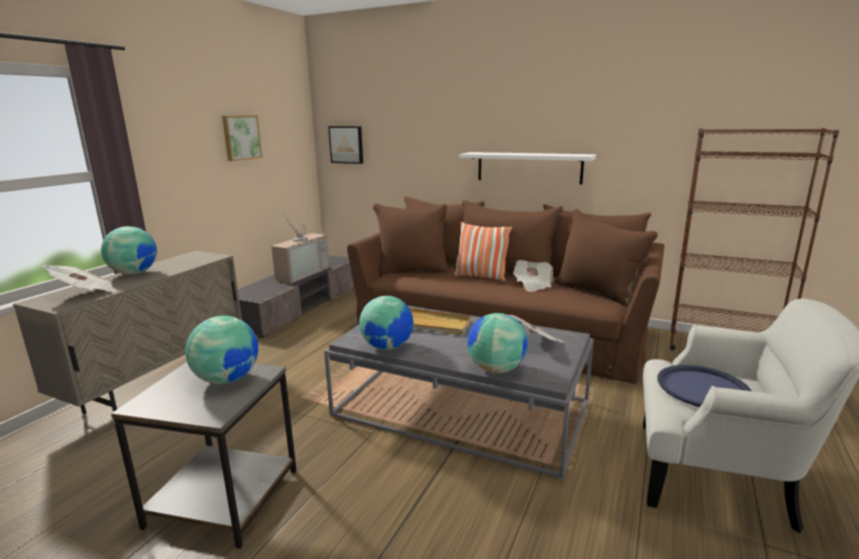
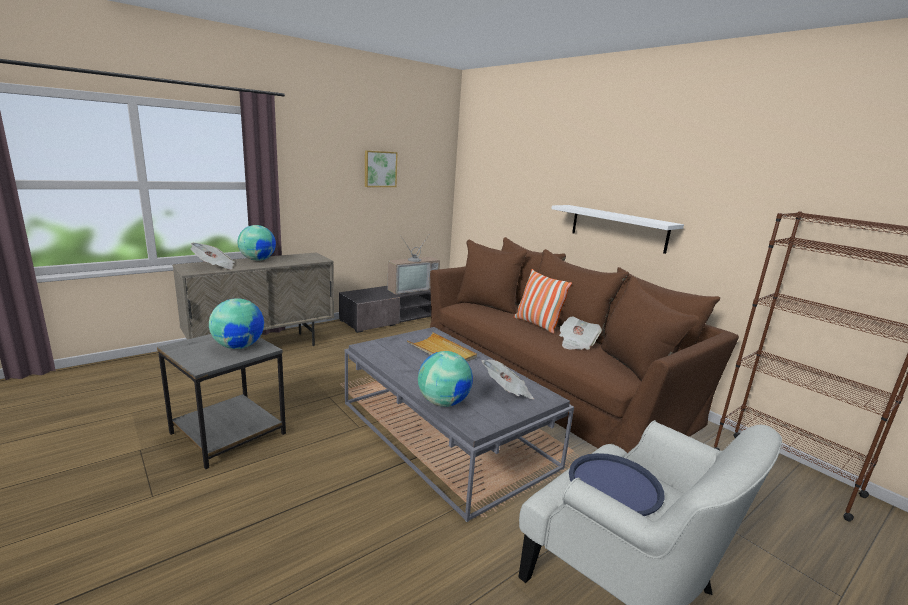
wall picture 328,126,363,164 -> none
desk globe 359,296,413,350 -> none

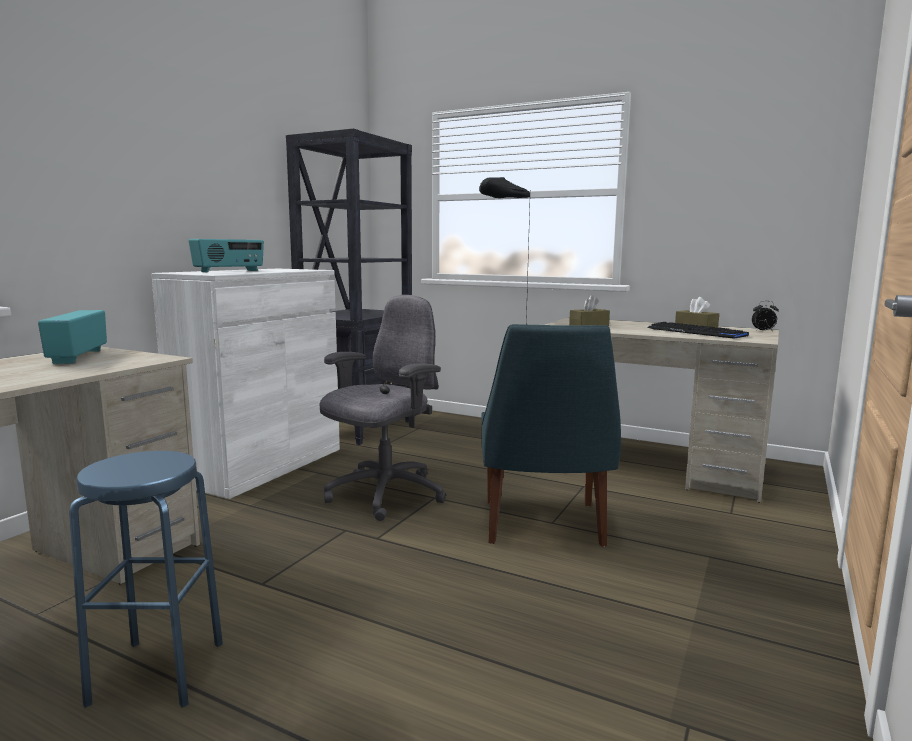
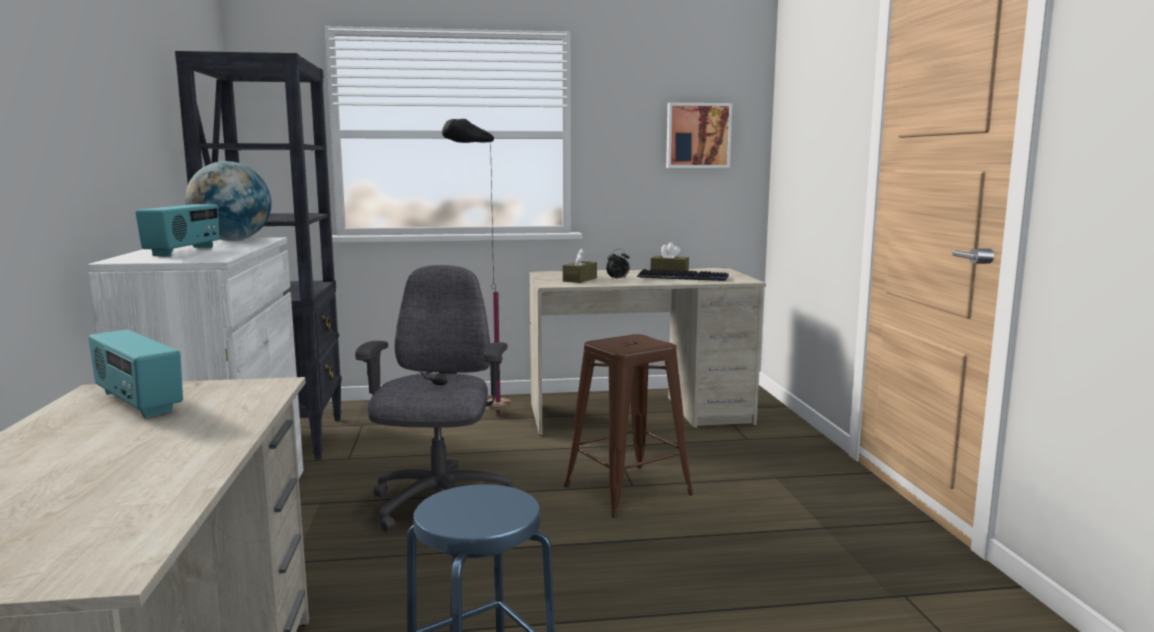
bluish upright chair 481,324,621,547 -> brown-coloured stool 564,334,694,518
alarm clock 752,301,779,332 -> alarm clock 606,249,630,279, relocated
none -> desk globe 185,161,271,241
none -> wall picture 666,103,732,168

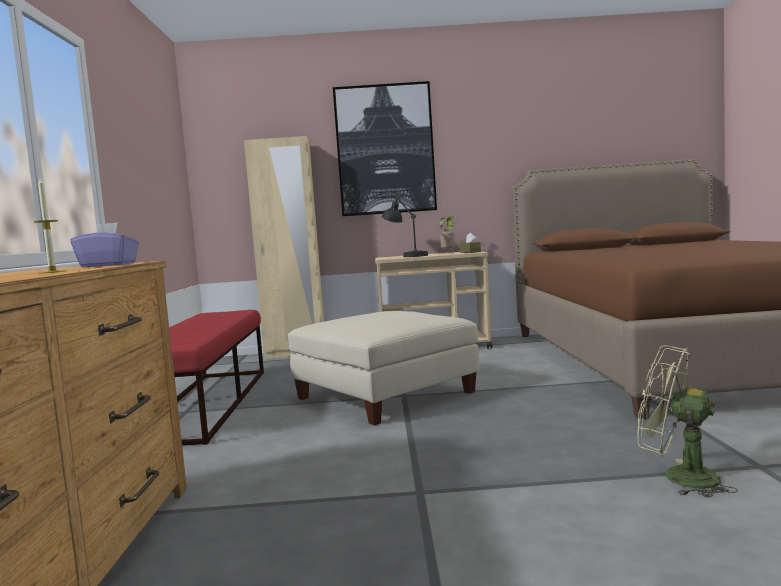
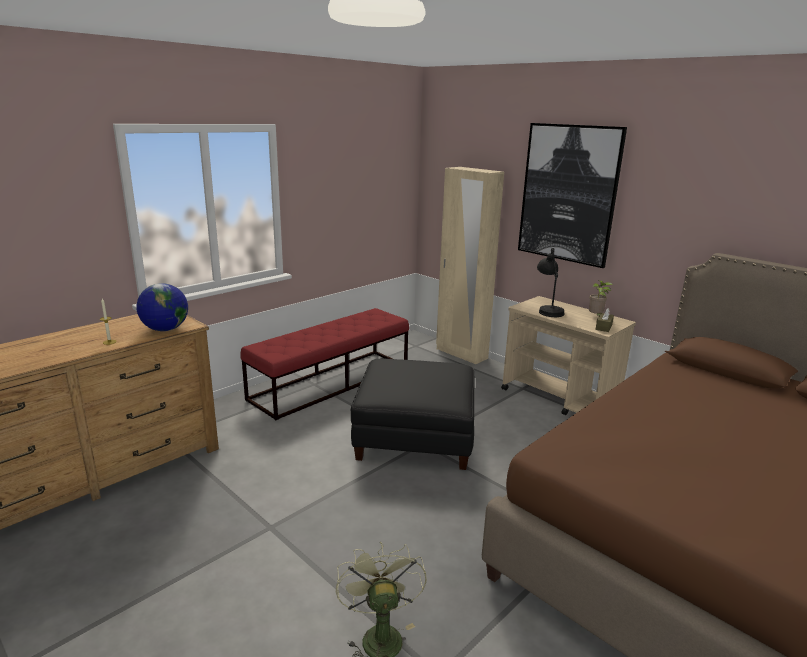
purple tissue holder 70,222,139,267 -> desk globe 136,283,188,331
beige-coloured ottoman 288,311,480,425 -> black ottoman 351,359,475,470

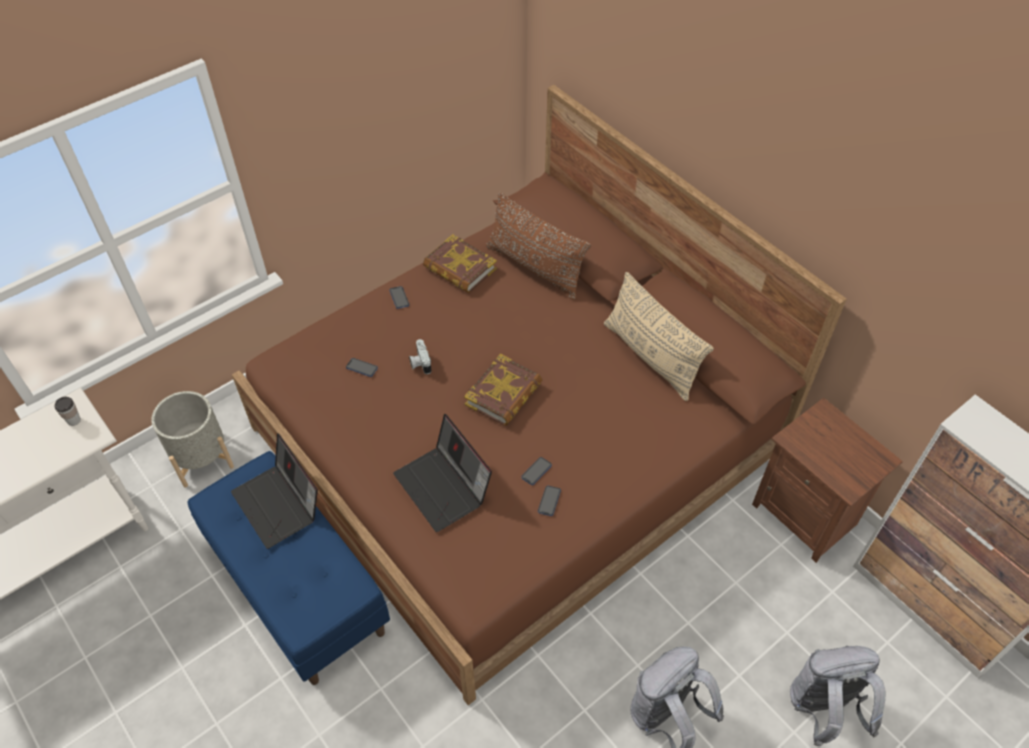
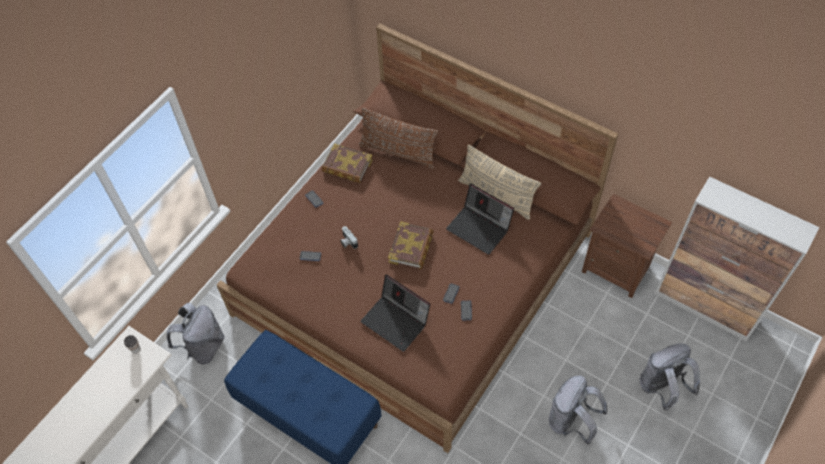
greyish planter 151,391,234,487 -> greyish backpack 167,303,225,365
notebook computer 231,433,318,549 -> notebook computer 446,183,514,255, relocated

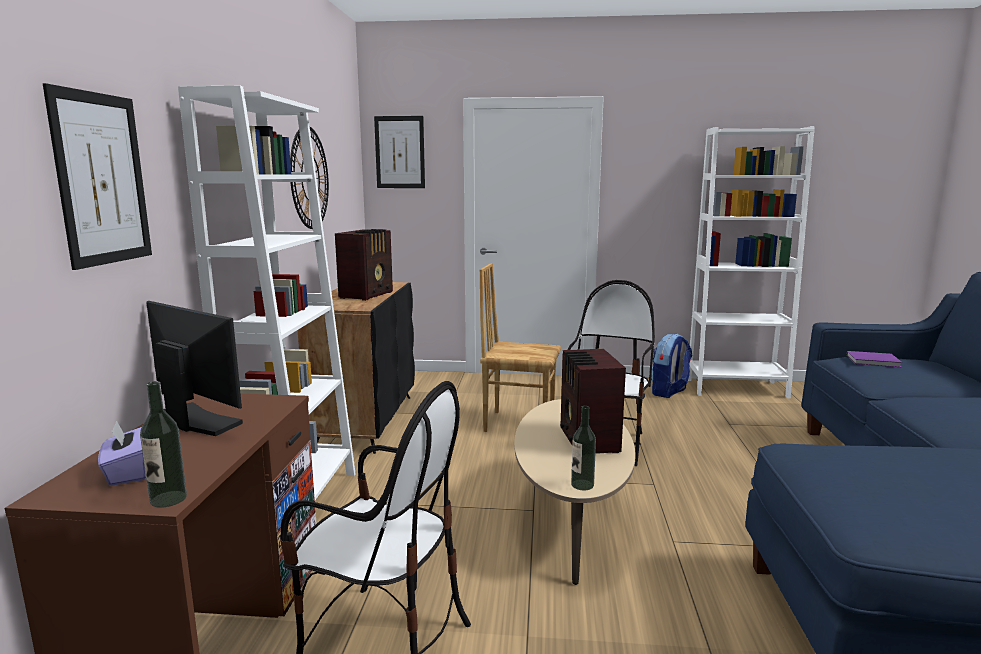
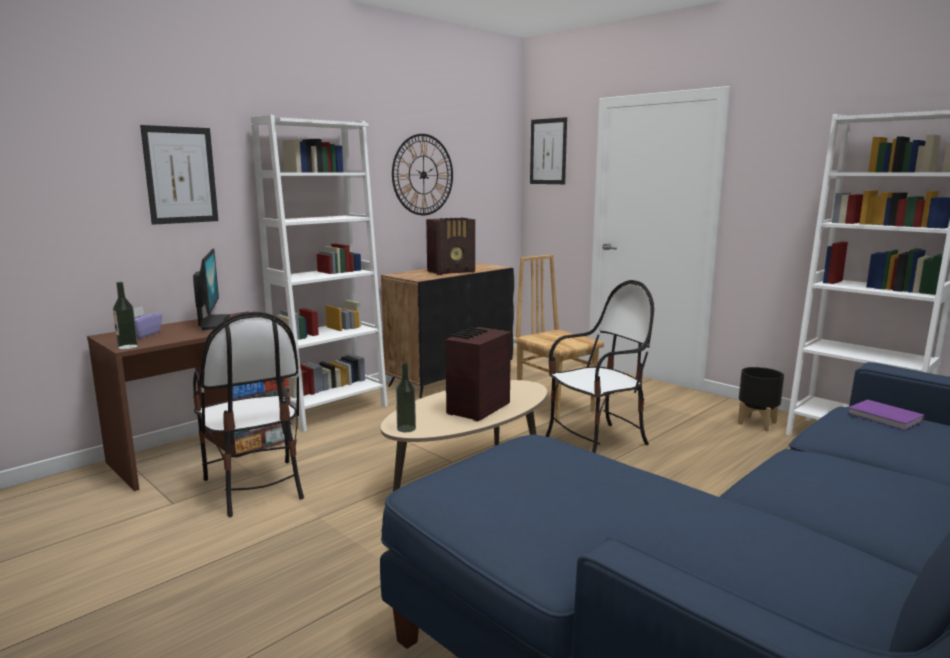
backpack 651,334,692,398 -> black planter 738,367,784,431

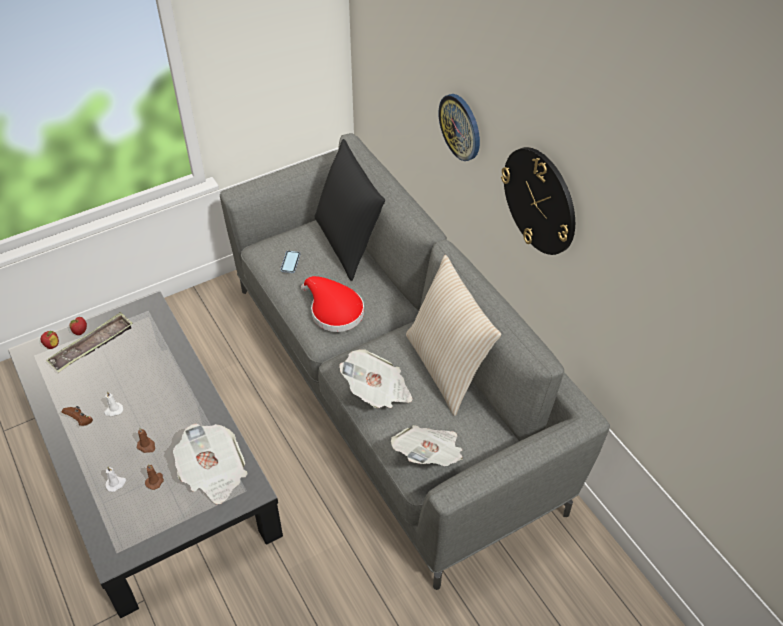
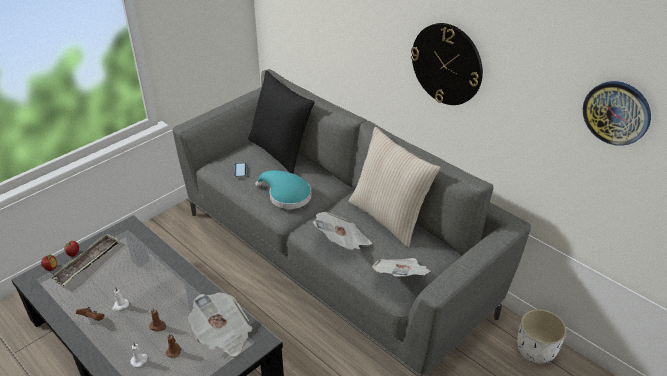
red hat 301,276,364,332 -> blue-green hat 255,170,311,209
clock on the wall 438,94,480,161 -> clock on the wall 583,81,651,146, relocated
none -> white-coloured planter 517,309,566,364

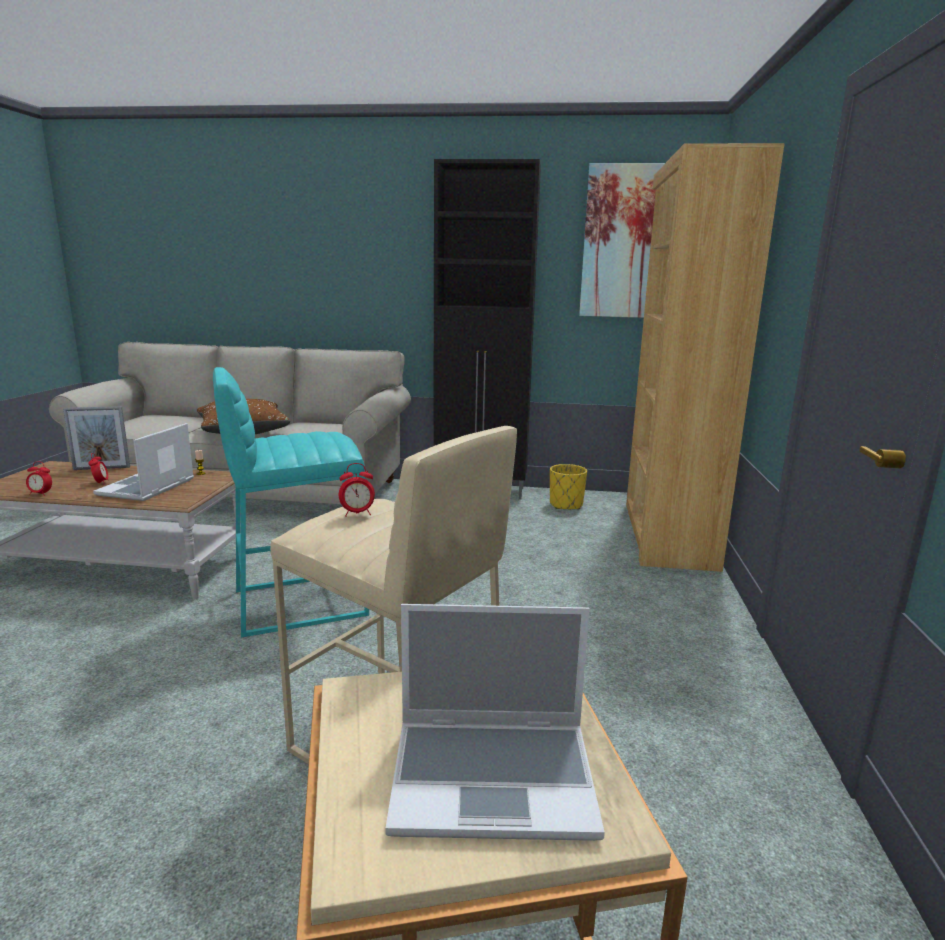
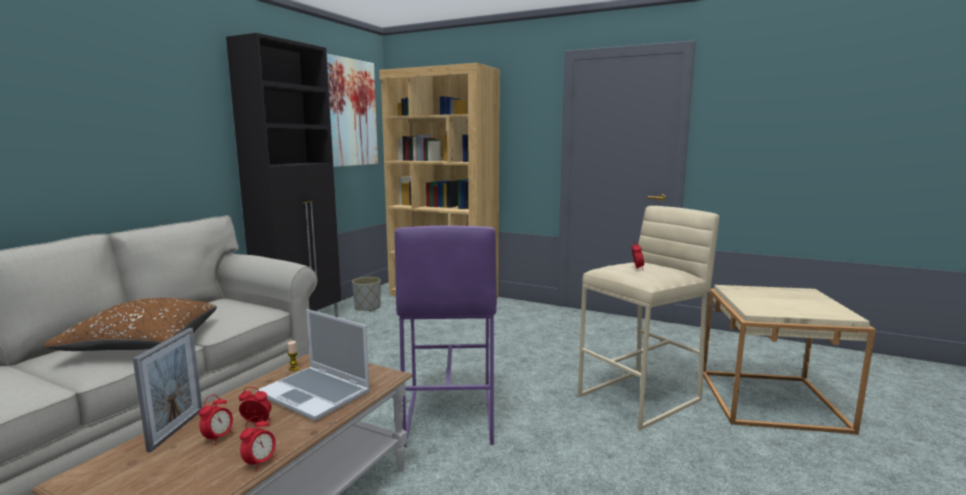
blue-green stool 213,367,369,638 -> purple stool 395,225,497,447
notebook computer 385,604,605,841 -> none
yellow planter 550,464,587,509 -> greyish planter 352,277,381,312
none -> alarm clock 199,395,233,445

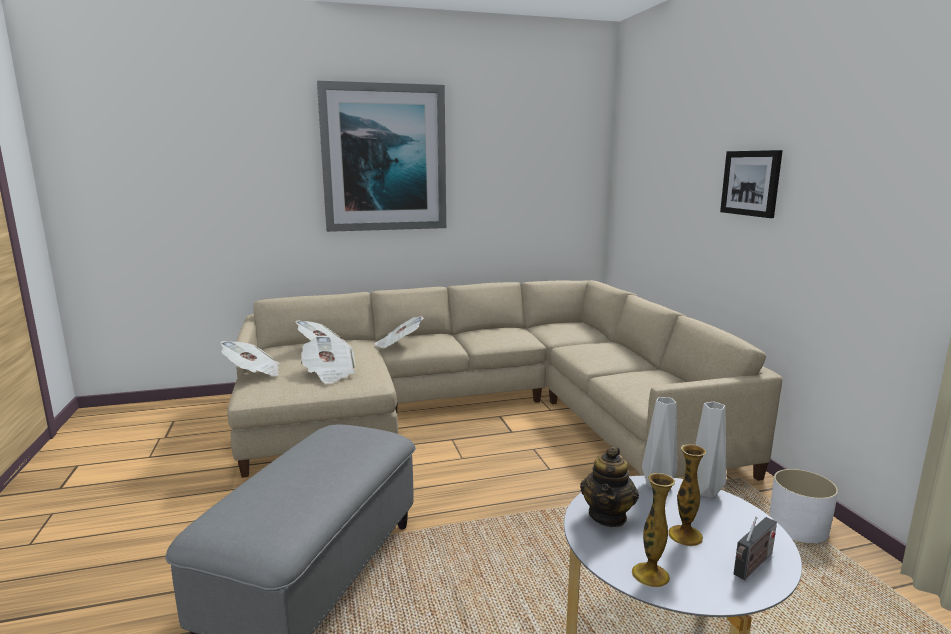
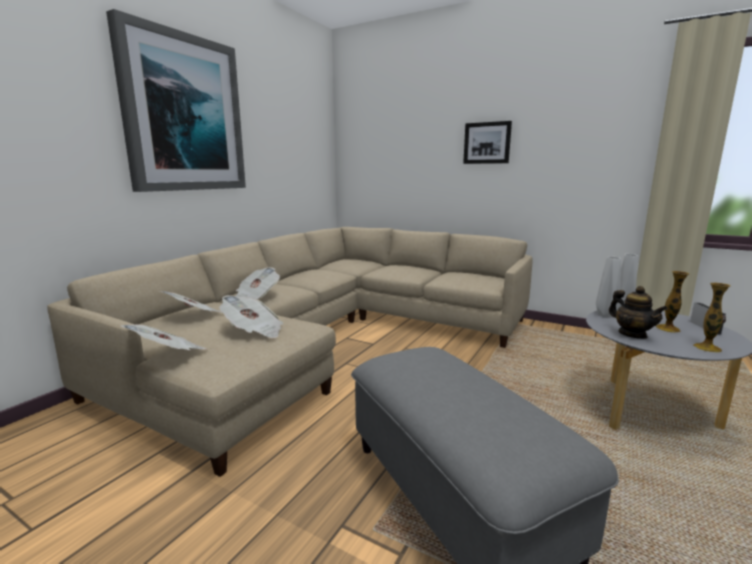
white-coloured planter 769,469,838,543 -> none

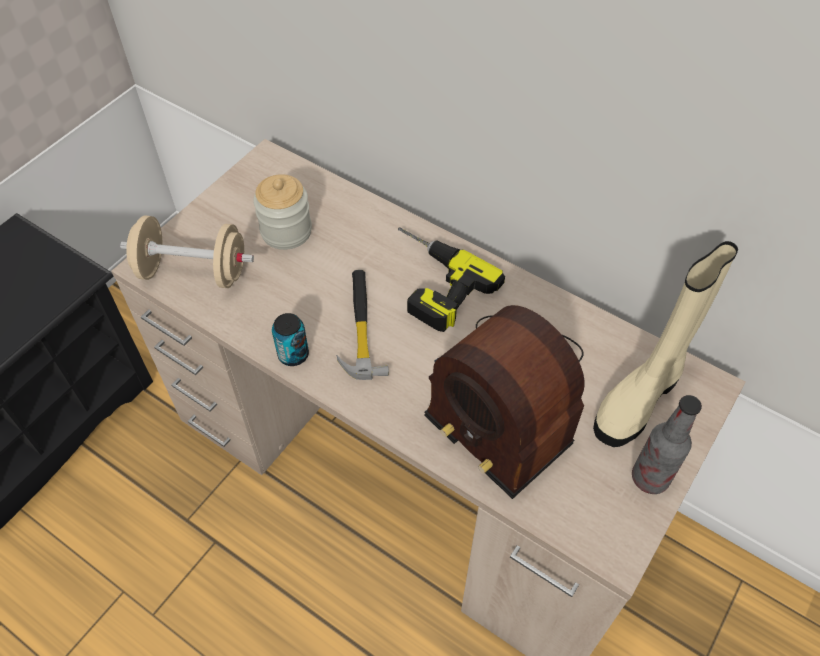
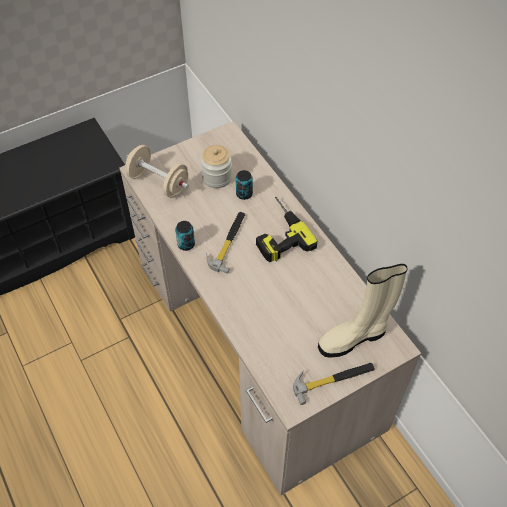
radio 424,305,585,499 -> none
beverage bottle 632,395,702,494 -> hand hammer 293,363,375,405
none -> sealed can 236,170,253,200

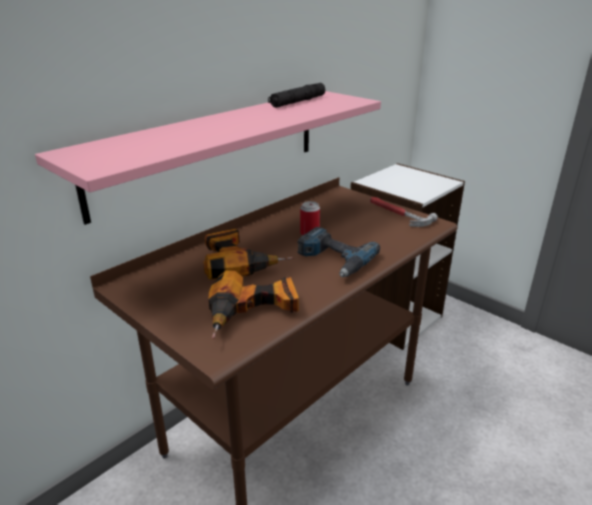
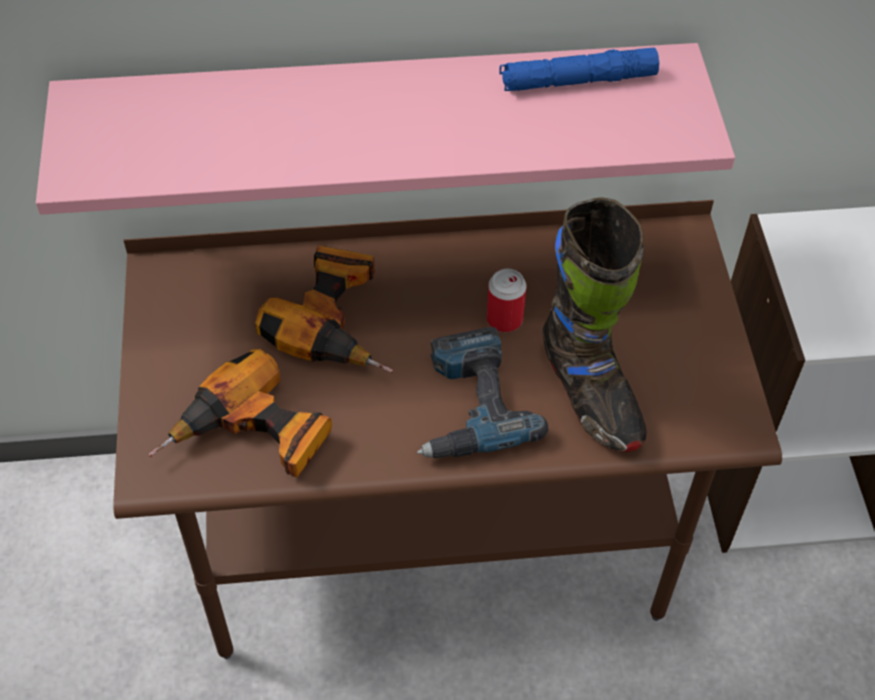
black torch 268,83,325,108 -> bluish torch 499,48,659,91
hand hammer 370,197,438,227 -> none
none -> black boot 543,197,647,452

